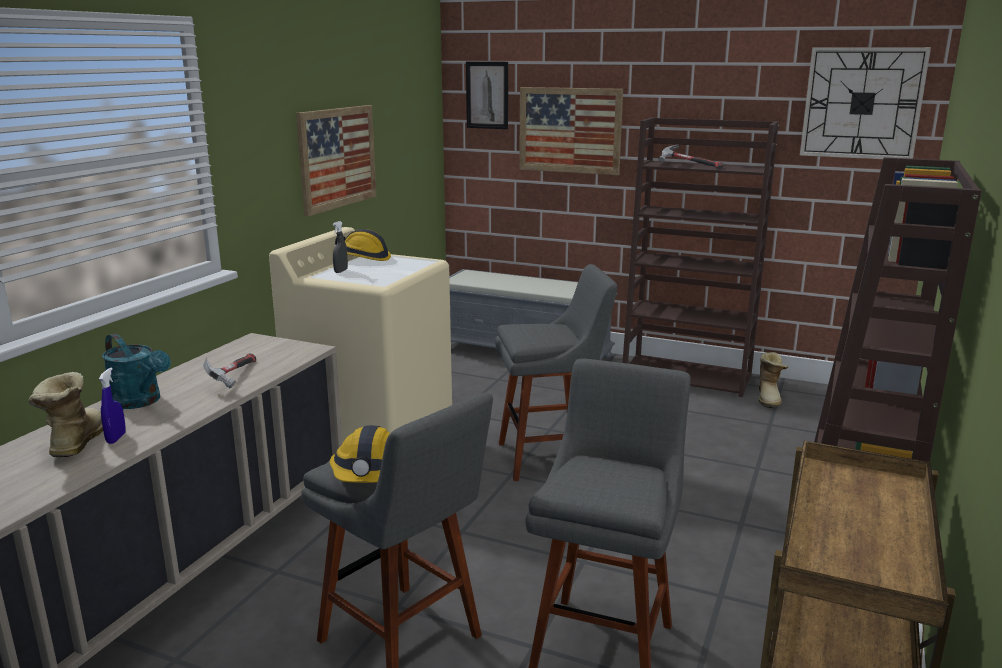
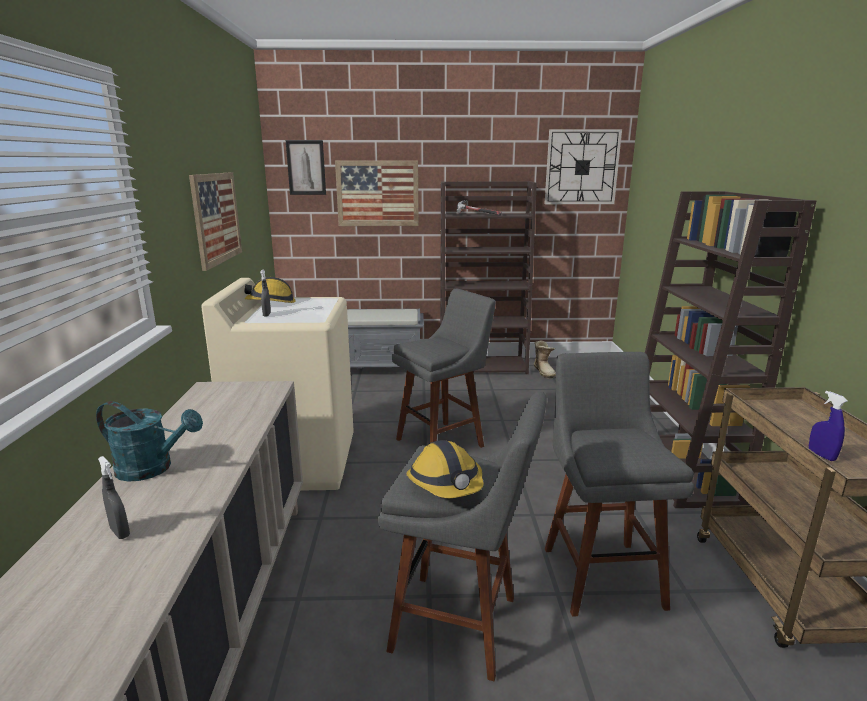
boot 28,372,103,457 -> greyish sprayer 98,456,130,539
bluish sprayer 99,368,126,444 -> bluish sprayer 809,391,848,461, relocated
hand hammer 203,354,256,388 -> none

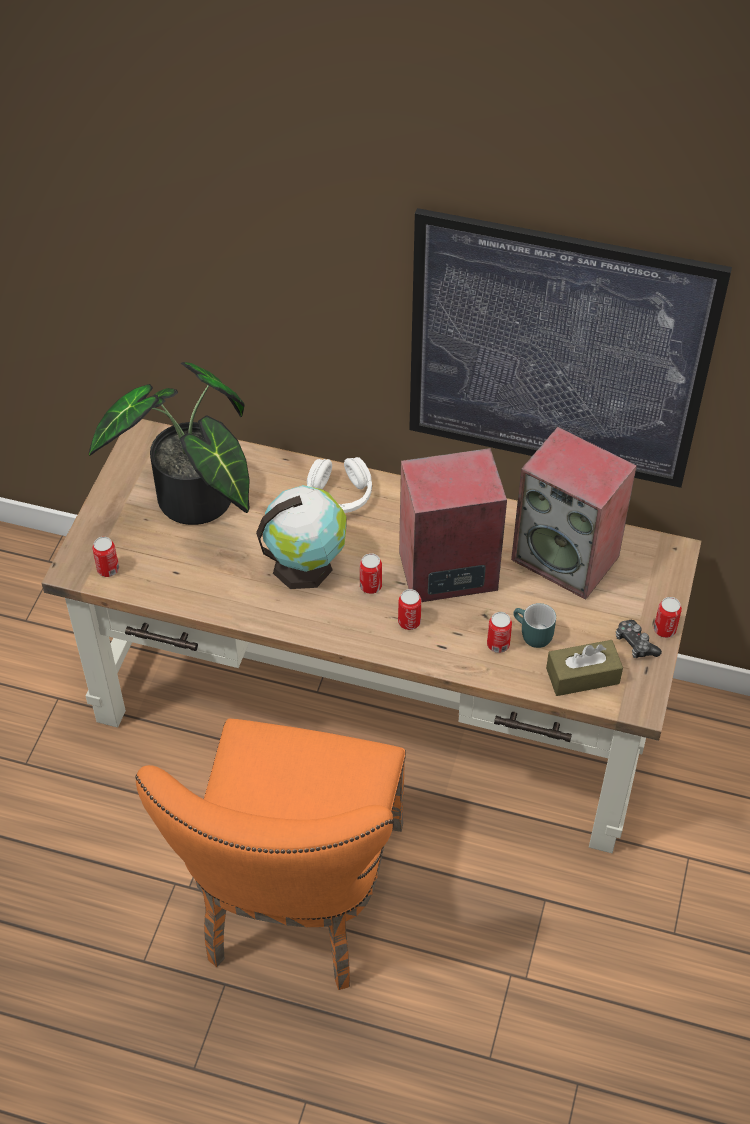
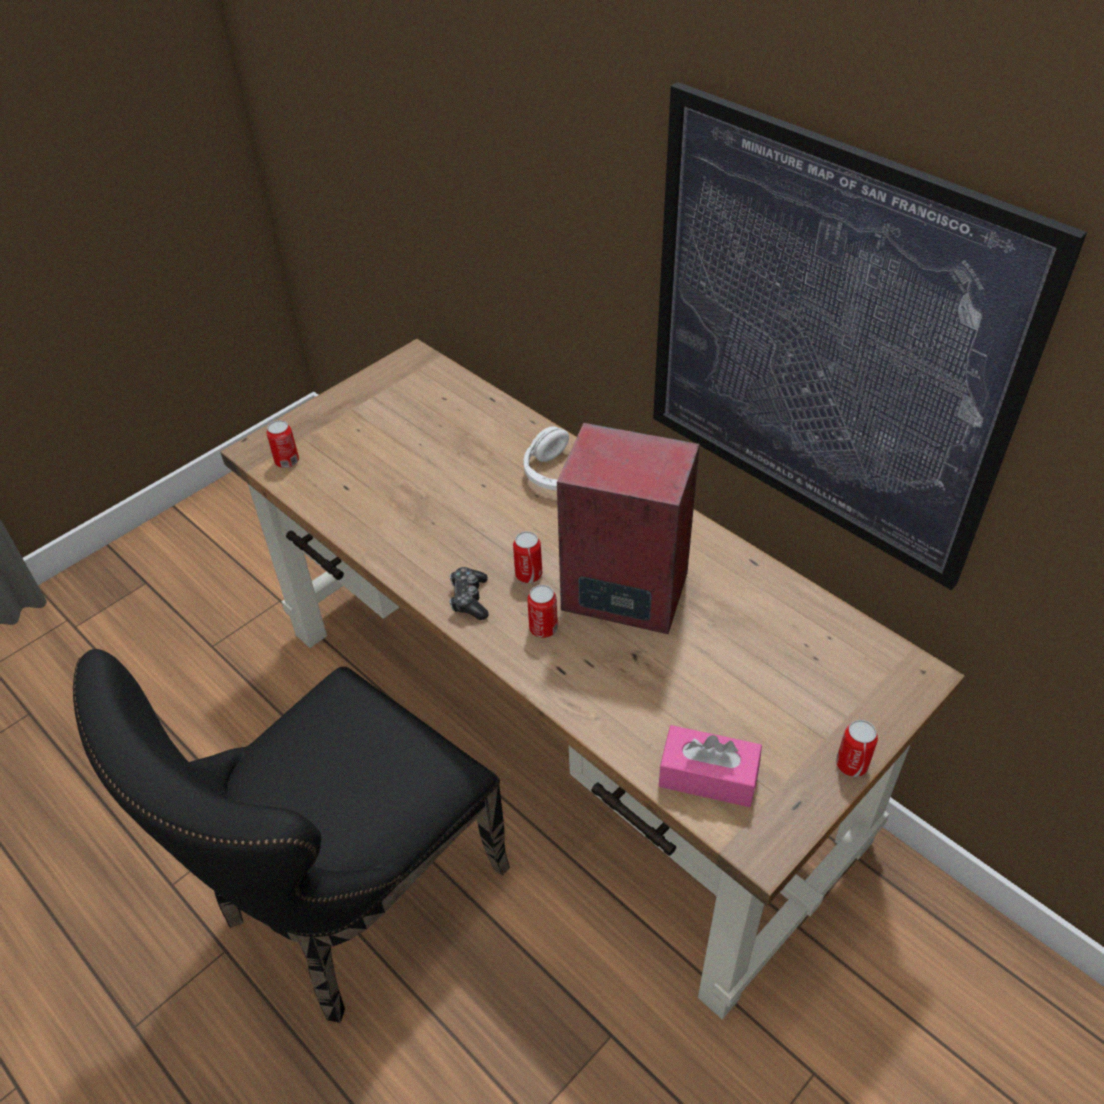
potted plant 89,362,250,525 -> none
orange-coloured upright chair 135,719,406,990 -> black upright chair 73,649,510,1023
desk globe 256,485,347,589 -> none
sealed can 487,612,512,653 -> none
audio speaker 511,427,637,600 -> none
blue-green coffee mug 513,603,556,648 -> none
brown-coloured tissue holder 546,640,623,696 -> pink tissue holder 659,725,762,807
joypad 616,620,662,658 -> joypad 449,567,489,620, relocated

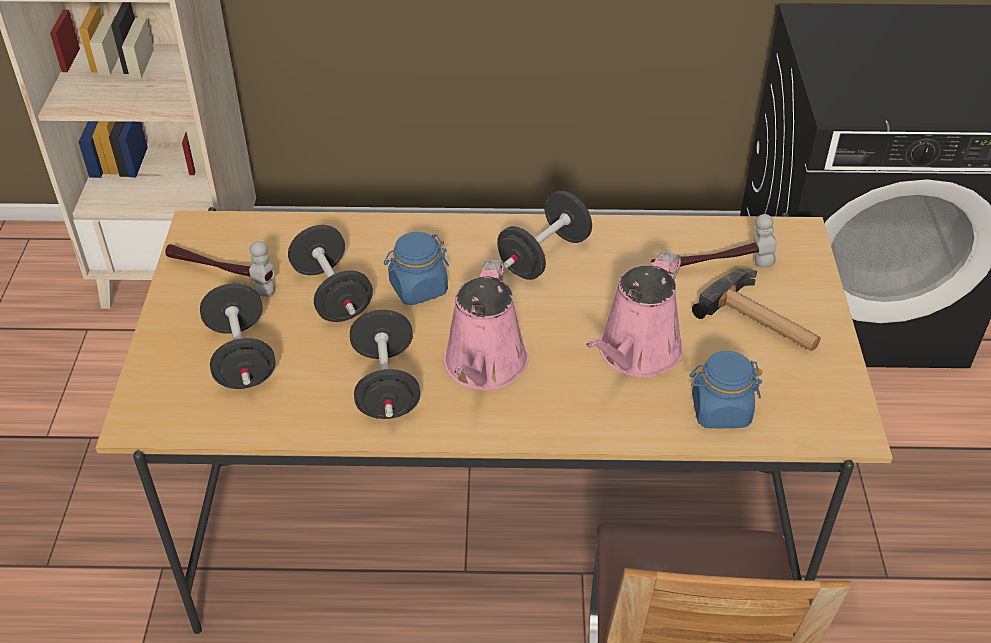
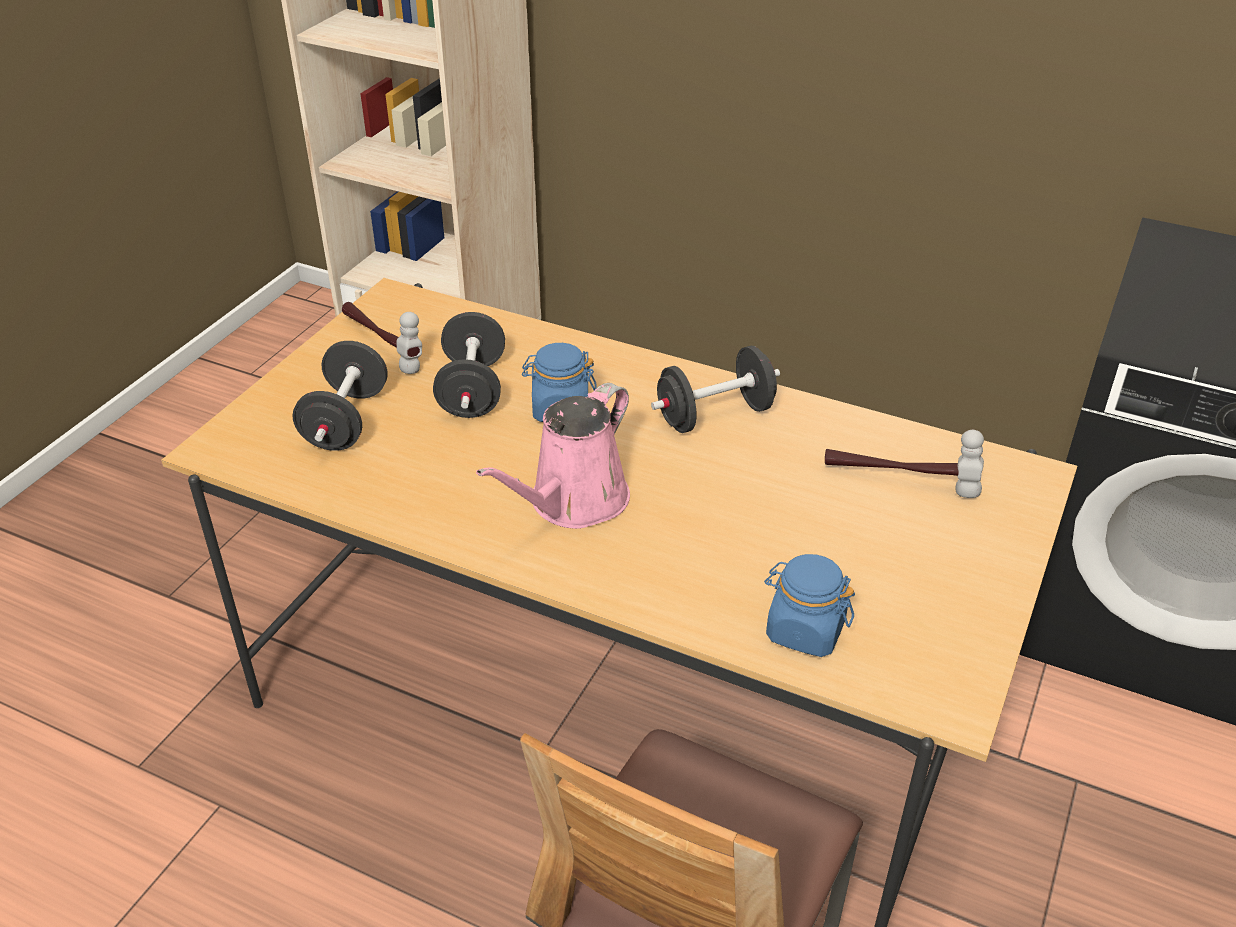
black hand weight 350,310,420,419 -> none
pink watering can 586,251,683,378 -> none
hand hammer 692,269,821,351 -> none

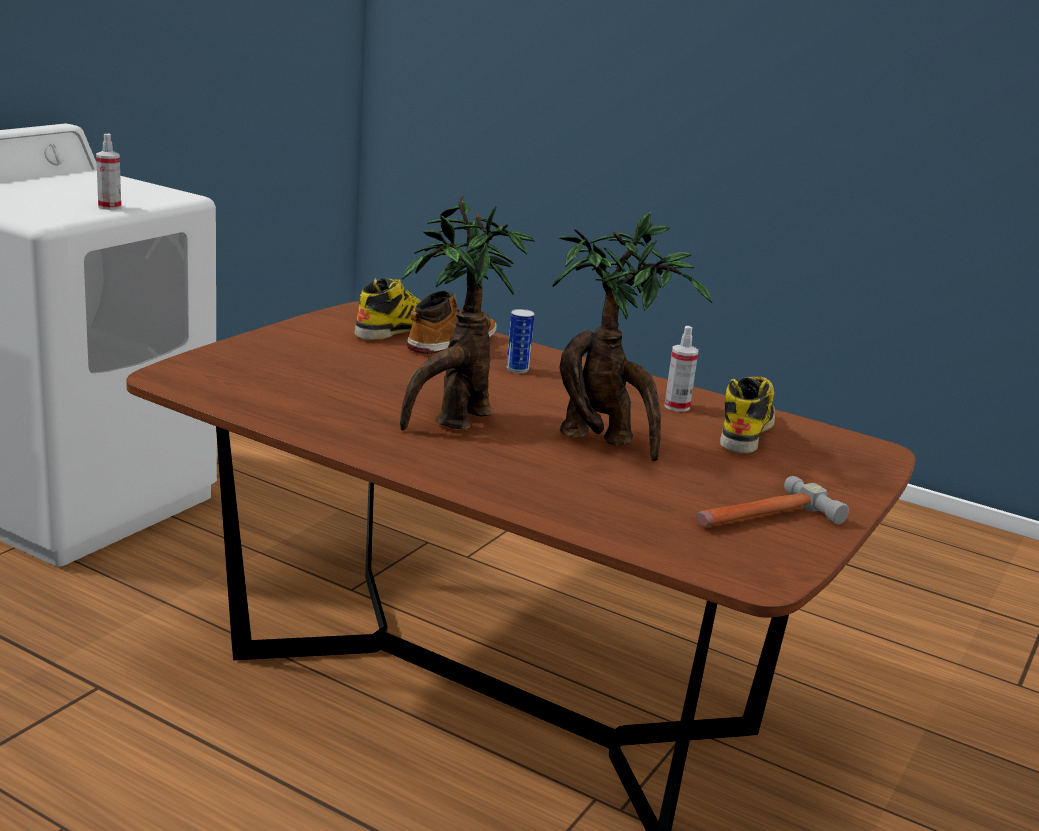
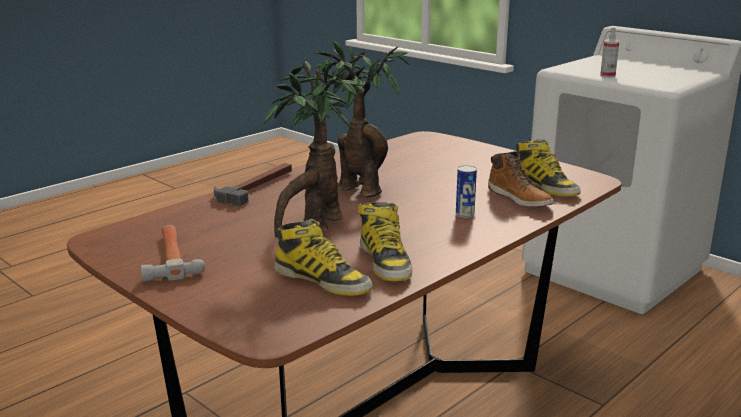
sprayer 665,326,698,412 -> boot 358,202,412,282
none -> hand hammer 213,163,292,206

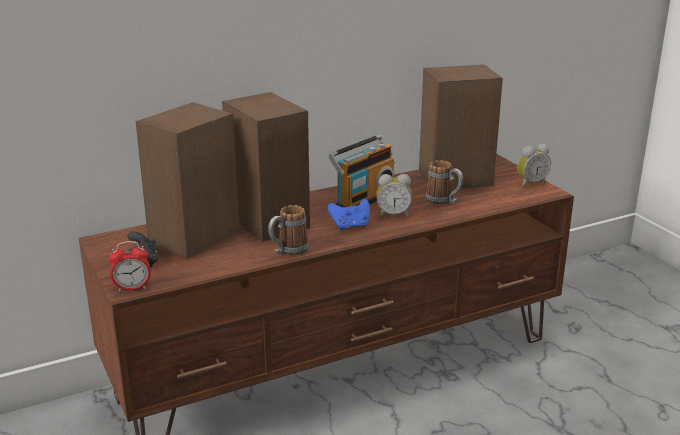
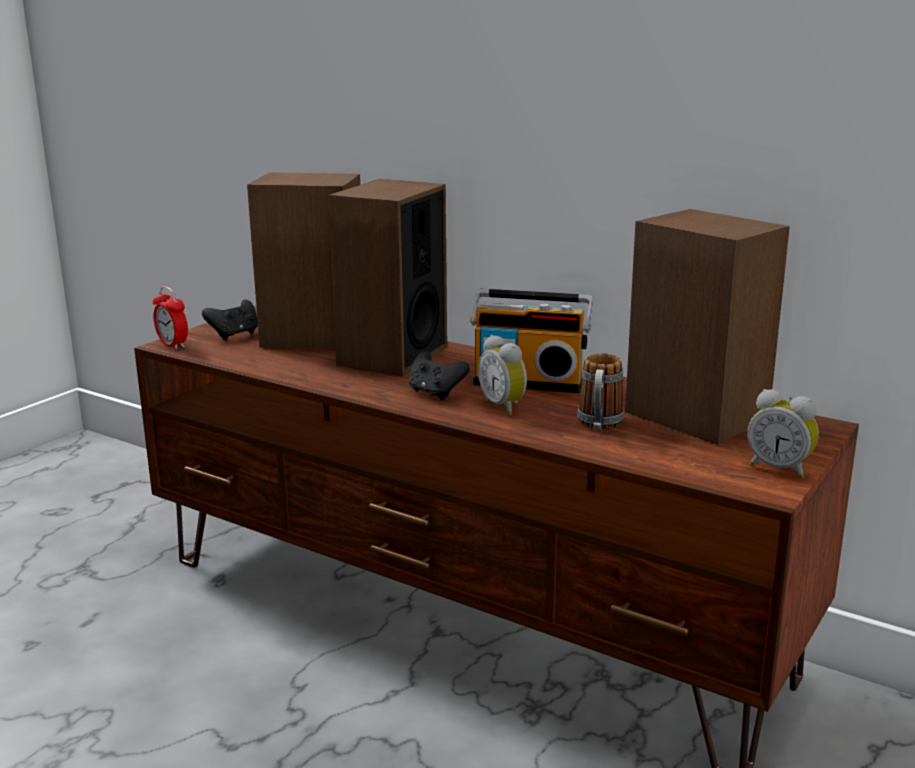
coffee mug 268,205,309,255 -> none
bluish joypad 328,199,370,230 -> black joypad 408,351,470,400

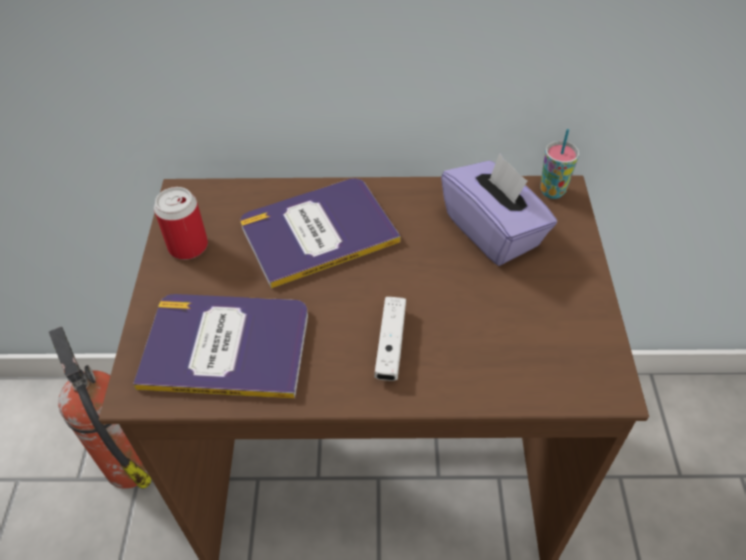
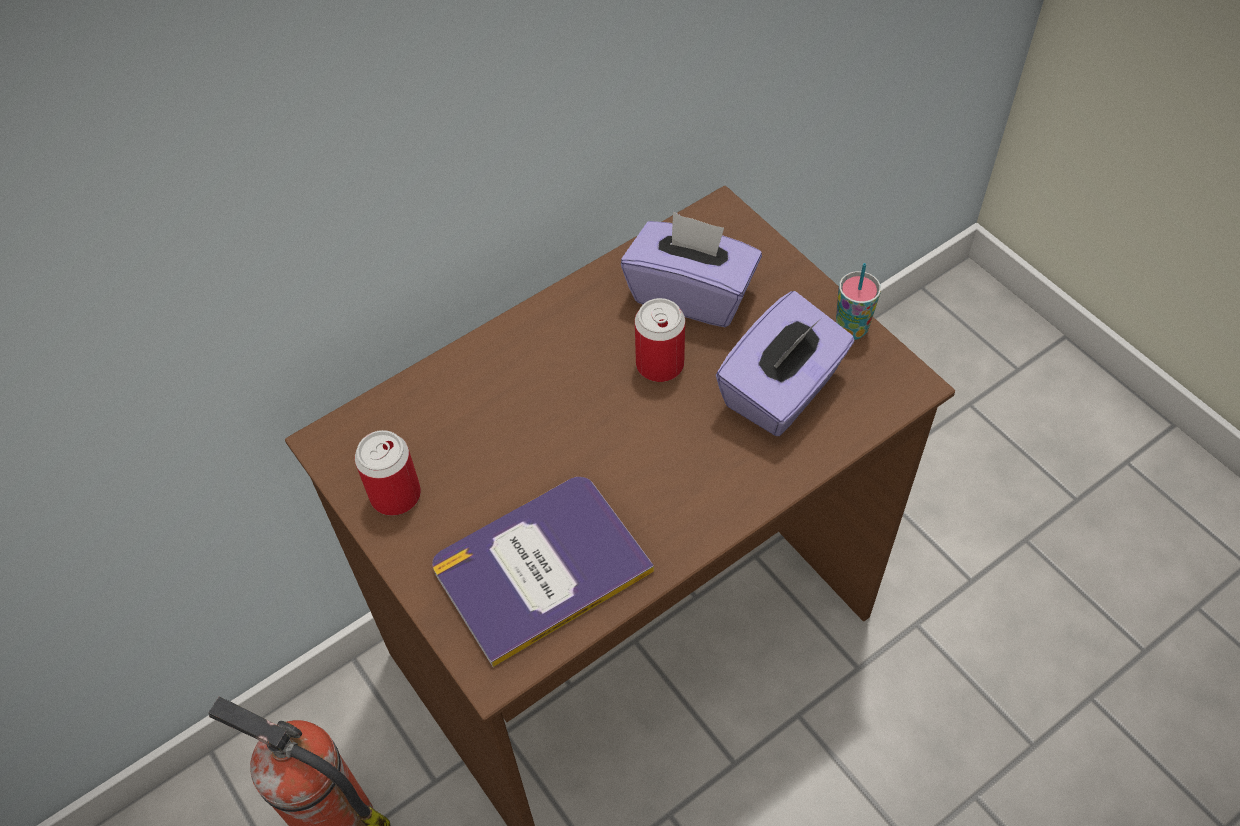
book 240,178,401,288 -> none
white-coloured joypad 374,297,406,381 -> none
drinking cup 540,129,579,199 -> drinking cup 836,263,881,340, relocated
none -> sealed can 635,298,685,382
none -> purple tissue holder 716,291,855,436

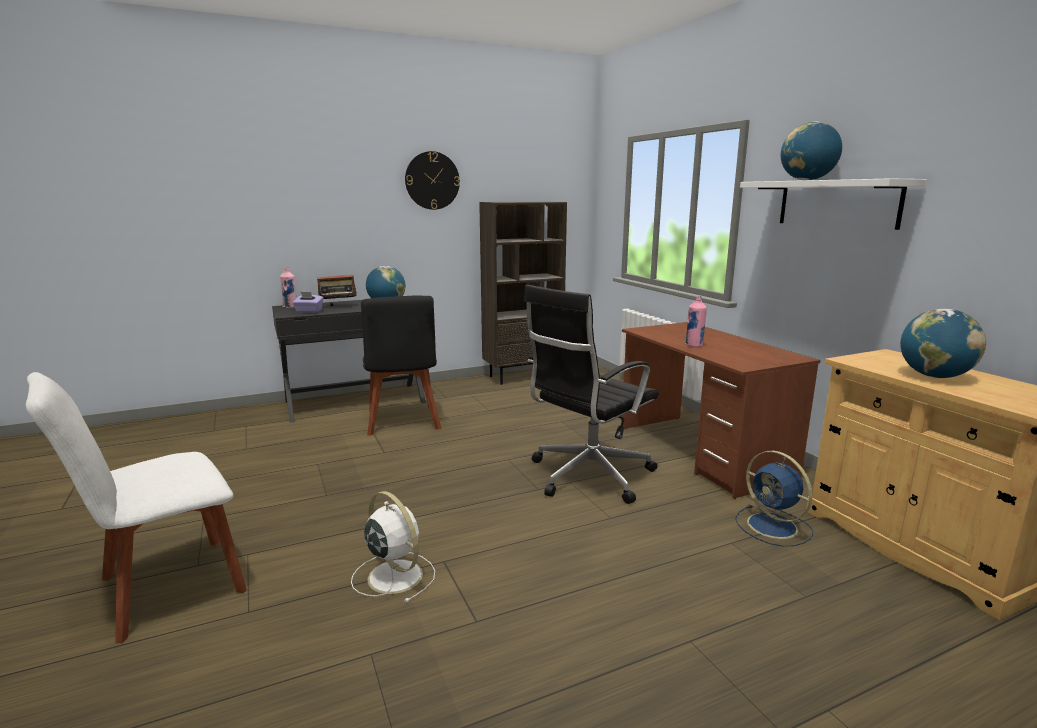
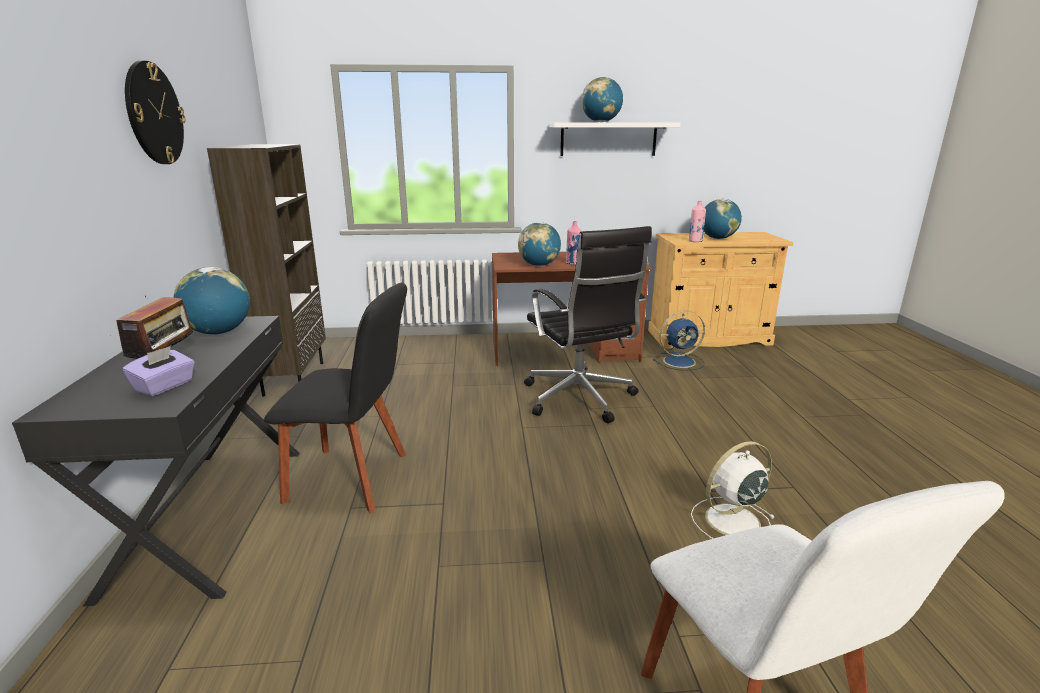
pink beverage bottle 280,268,296,308 -> pink beverage bottle 689,201,706,242, relocated
none -> desk globe 518,222,561,266

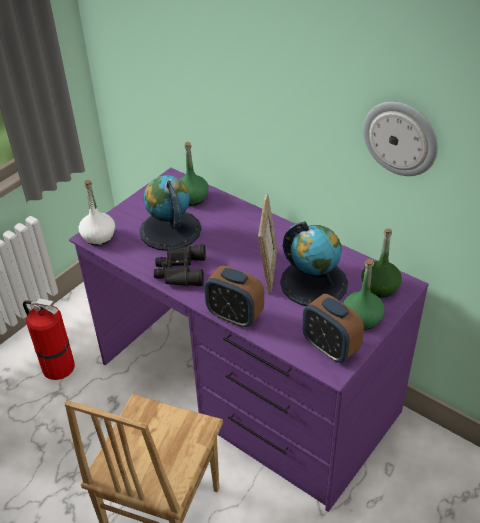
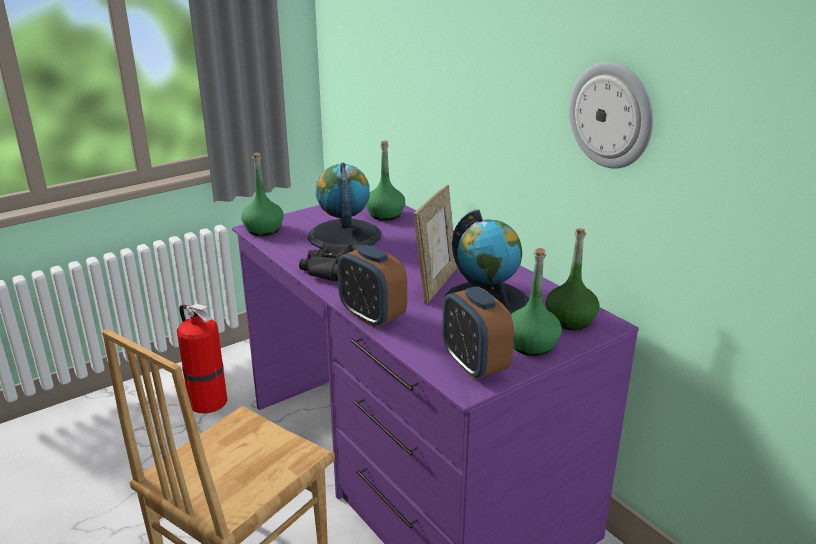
white-coloured beverage bottle 79,180,115,246 -> green-coloured beverage bottle 241,153,284,236

